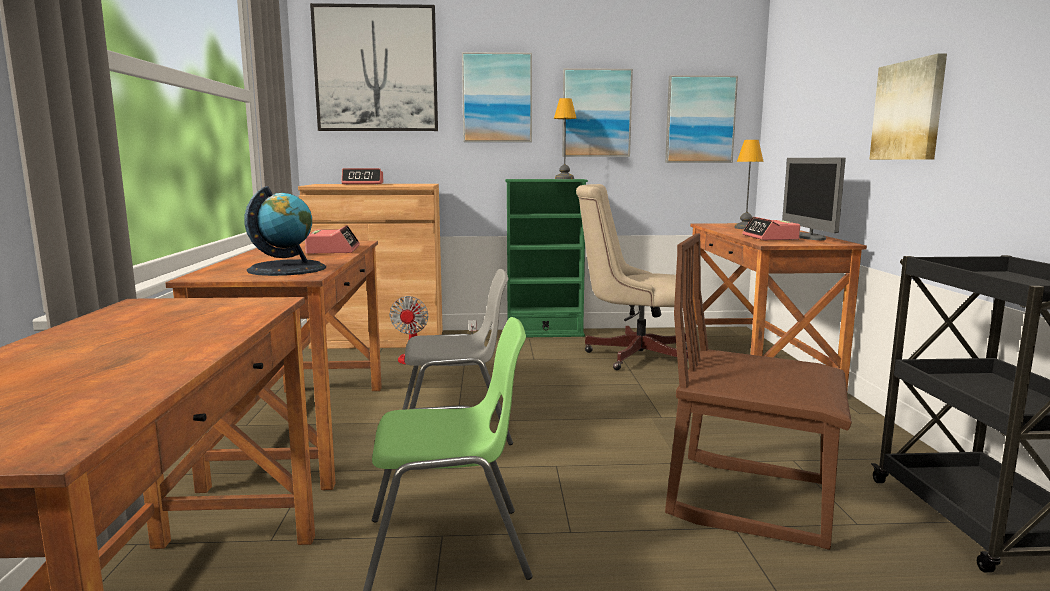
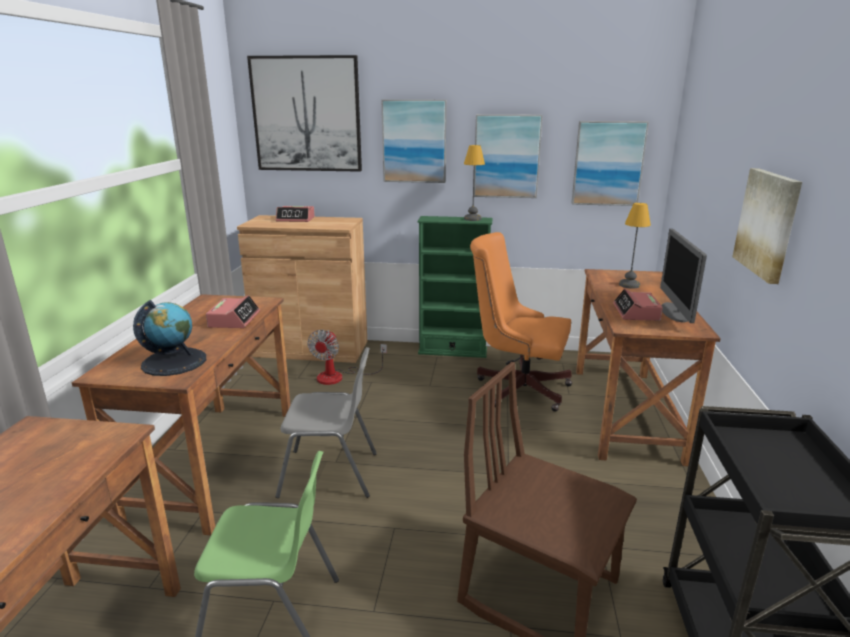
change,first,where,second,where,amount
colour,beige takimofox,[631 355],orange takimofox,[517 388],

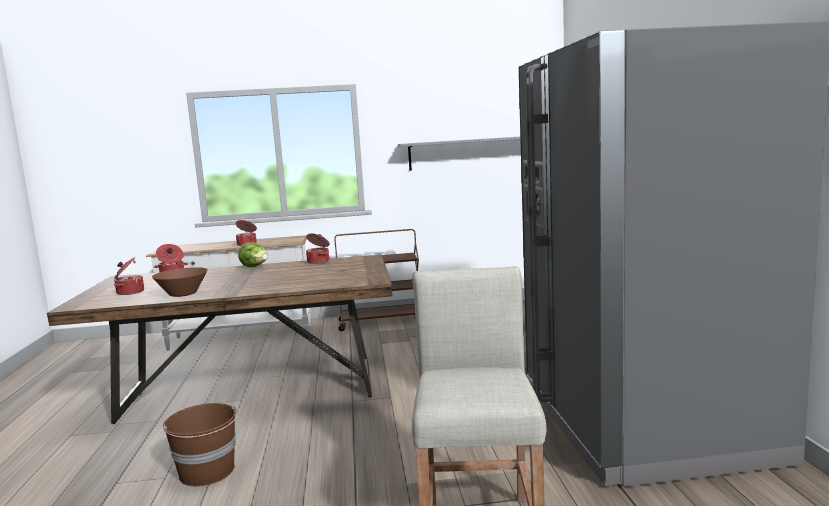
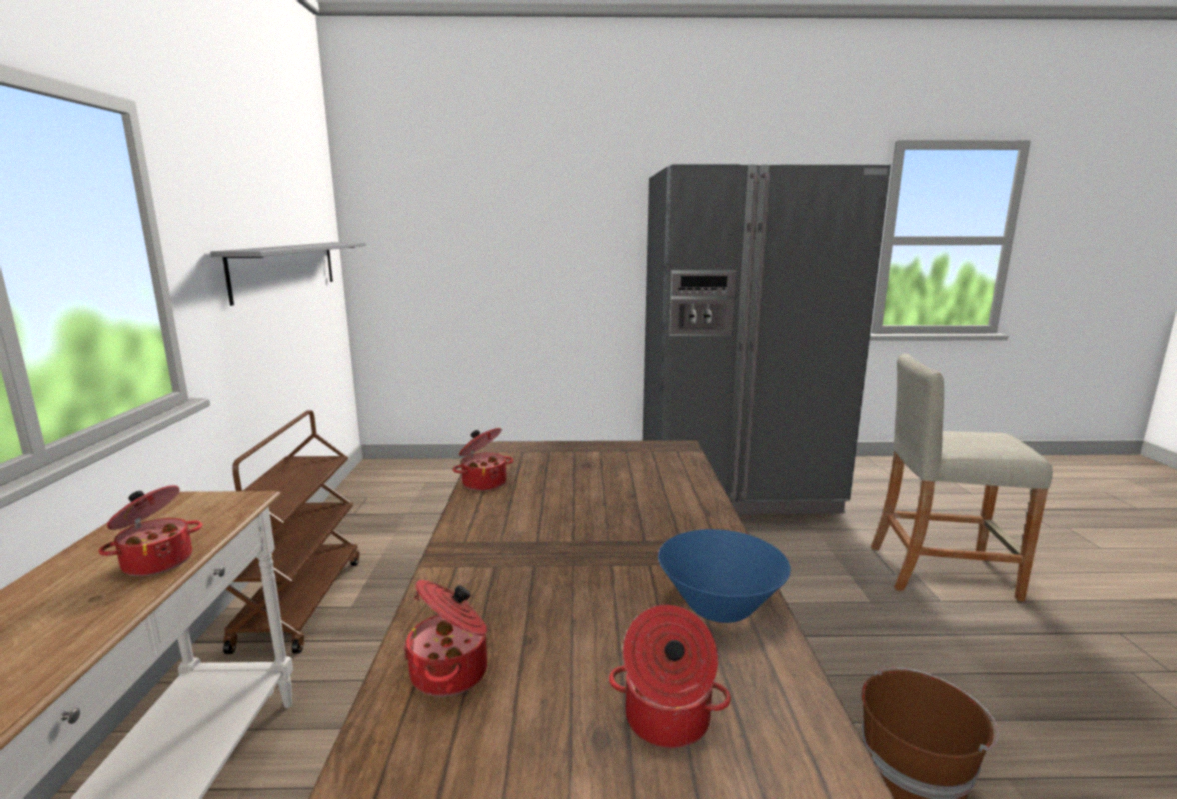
change,first,where,second,where,amount
colour,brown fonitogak,[182 294],blue fonitogak,[720 607],
missing,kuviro,[255 267],,,

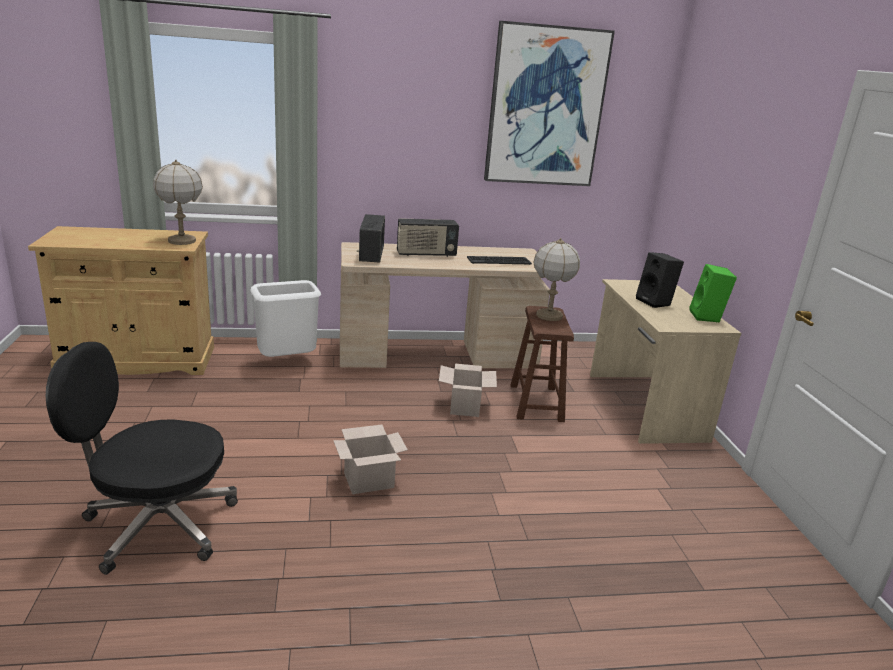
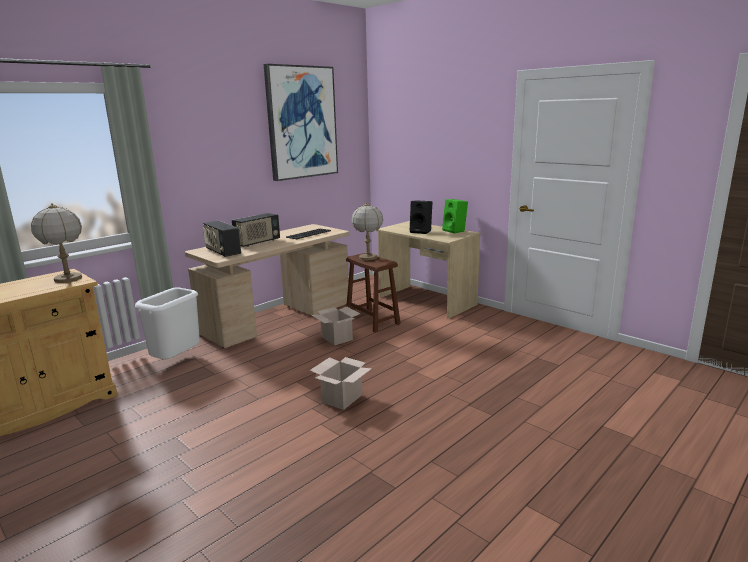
change,first,where,second,where,amount
missing,black takimofox,[157 525],,,

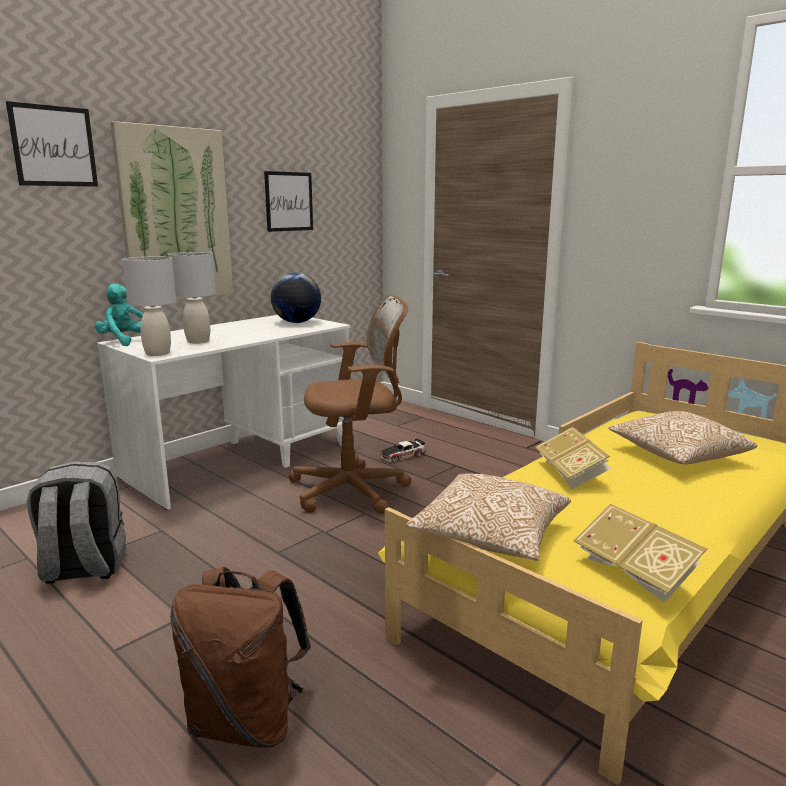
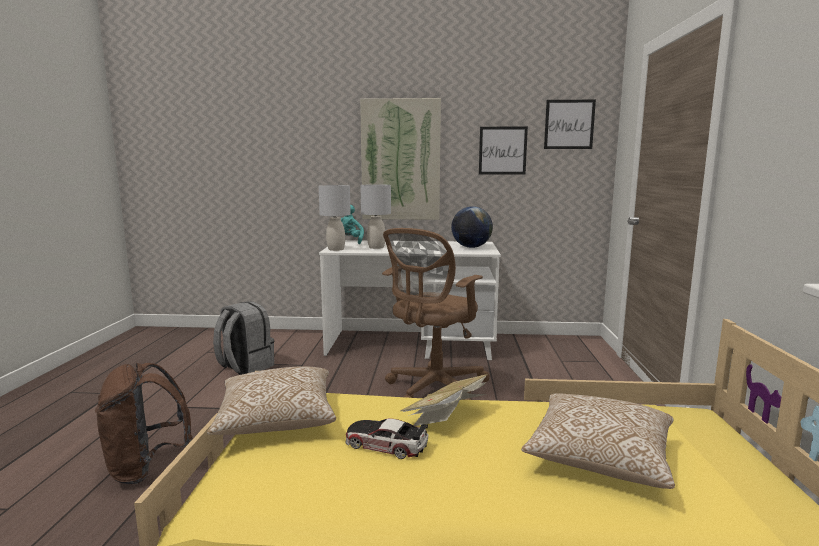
change,first,where,second,where,amount
relocated,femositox,[54 146],,[569 124],
spun,brown takimofox,[354 490],,[433 389],90 degrees clockwise
relocated,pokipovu,[402 456],,[386 444],
missing,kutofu,[635 573],,,

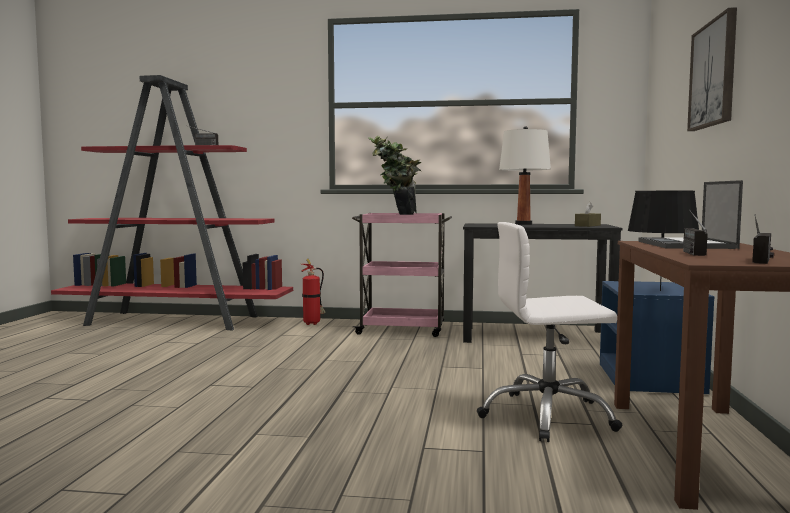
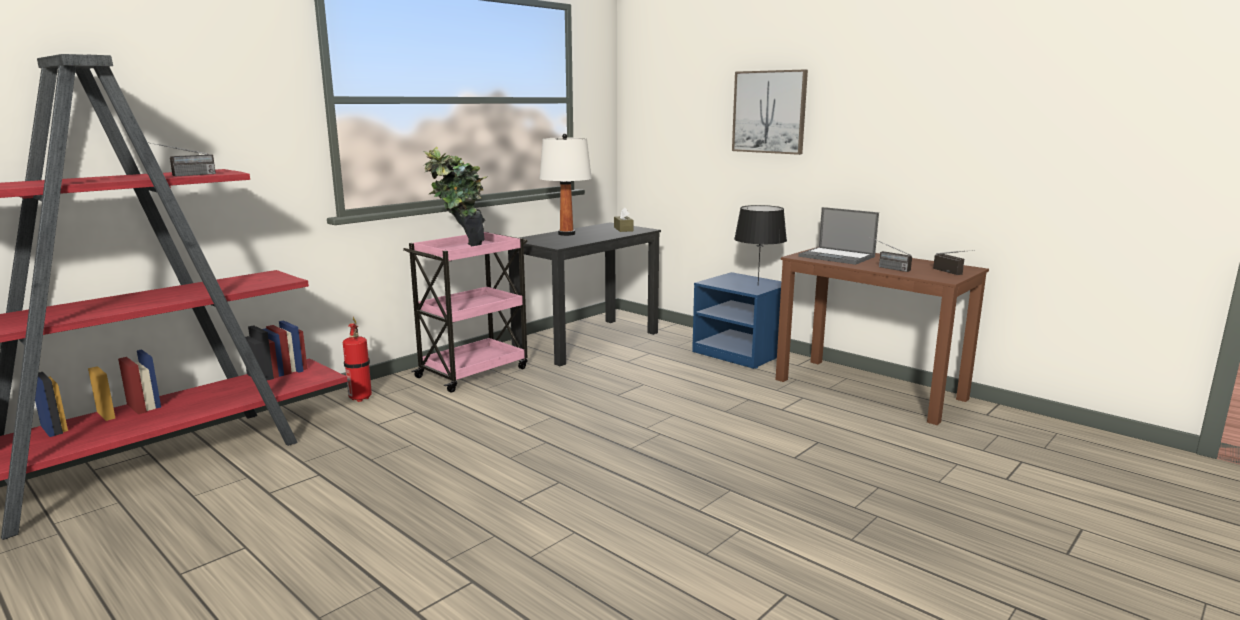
change,first,where,second,where,amount
missing,white takimofox,[547 416],,,

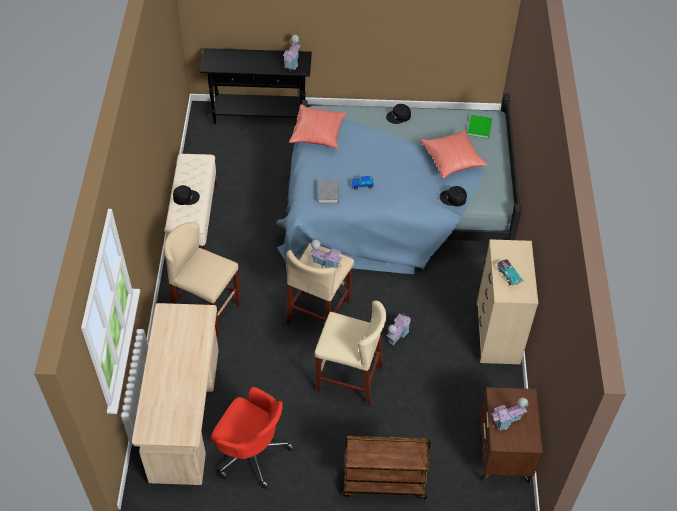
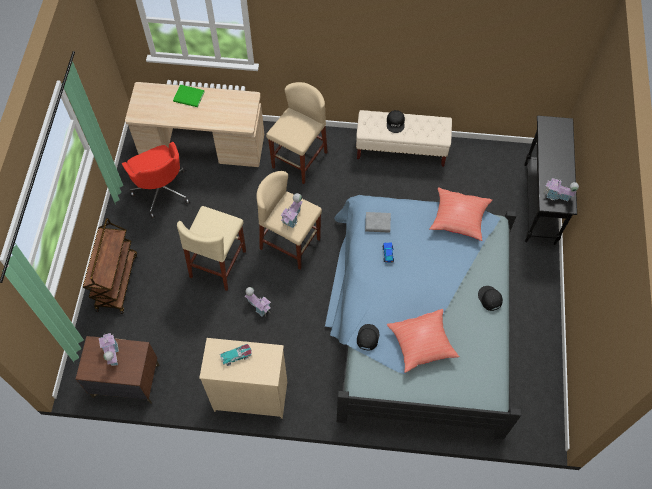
change,first,where,second,where,amount
spun,red takimofox,[251 452],,[161 190],60 degrees counterclockwise
relocated,green kutofu,[480 126],,[189 97],

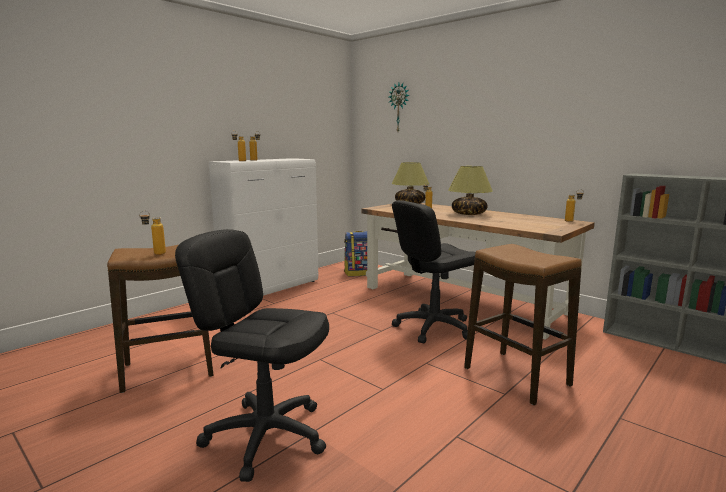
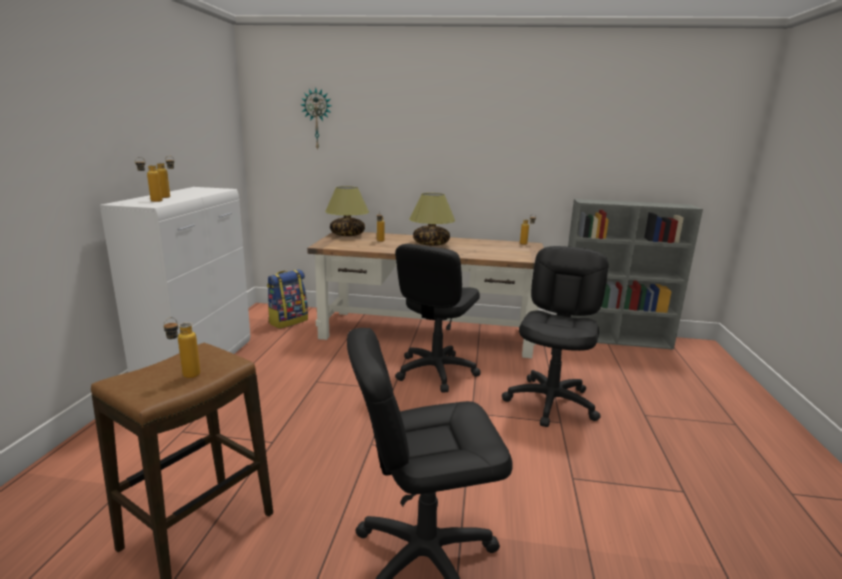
change,first,where,second,where,amount
exchanged,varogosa,[516 377],black takimofox,[551 402],

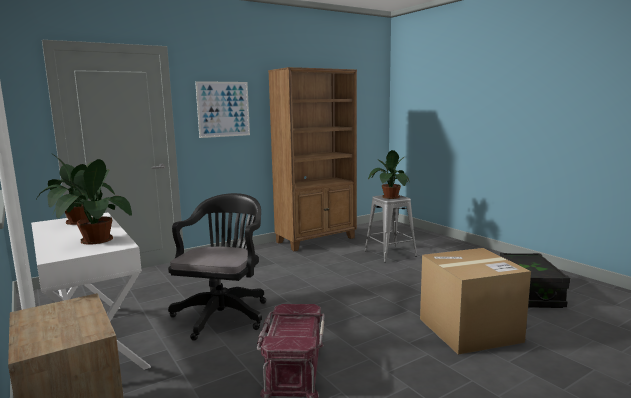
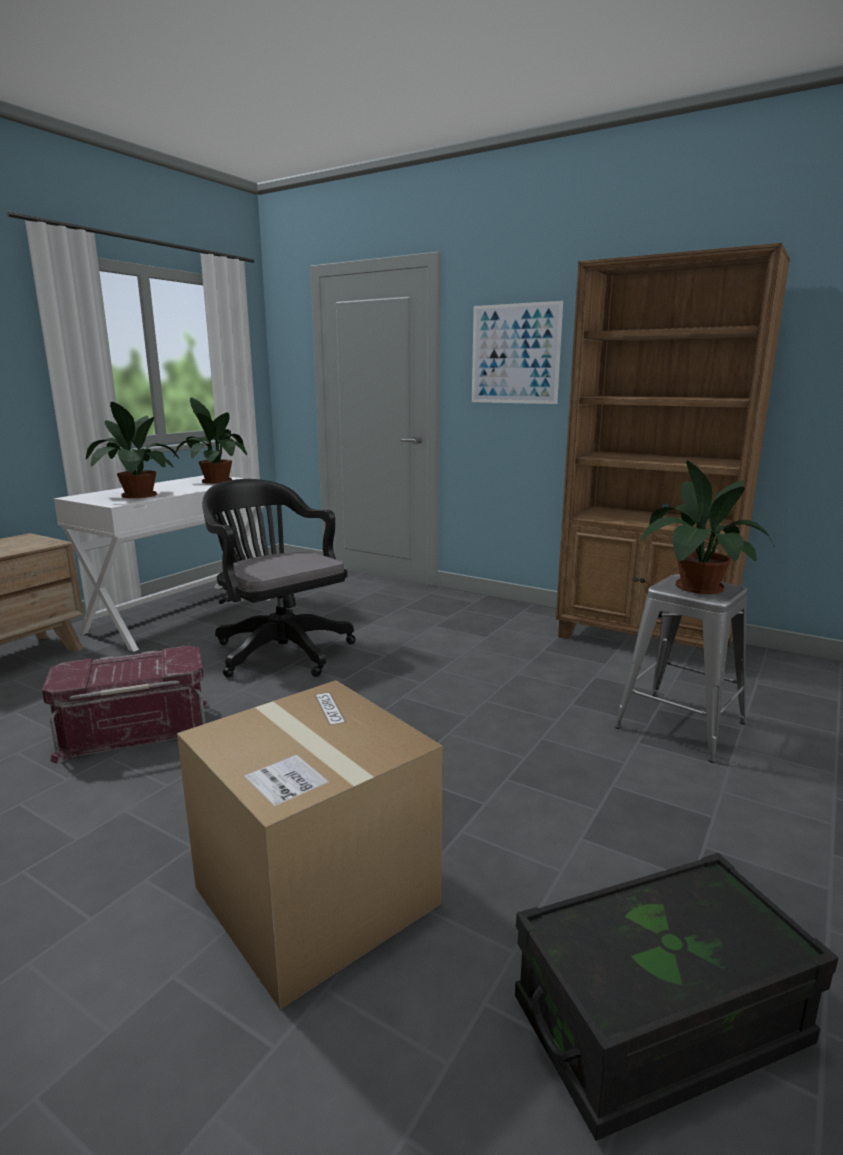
change,first,where,second,where,amount
spun,black takimofox,[223 313],,[279 650],120 degrees counterclockwise

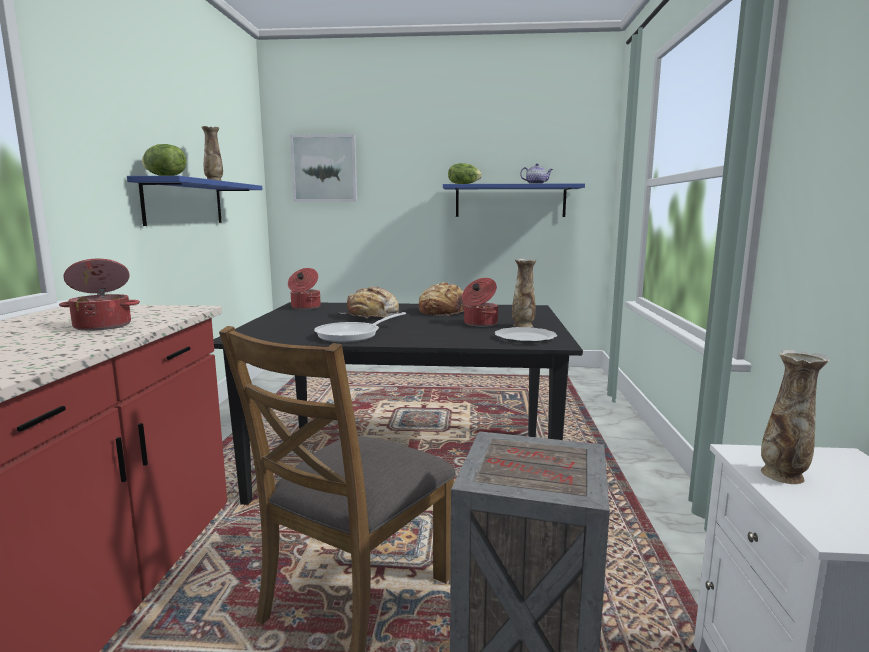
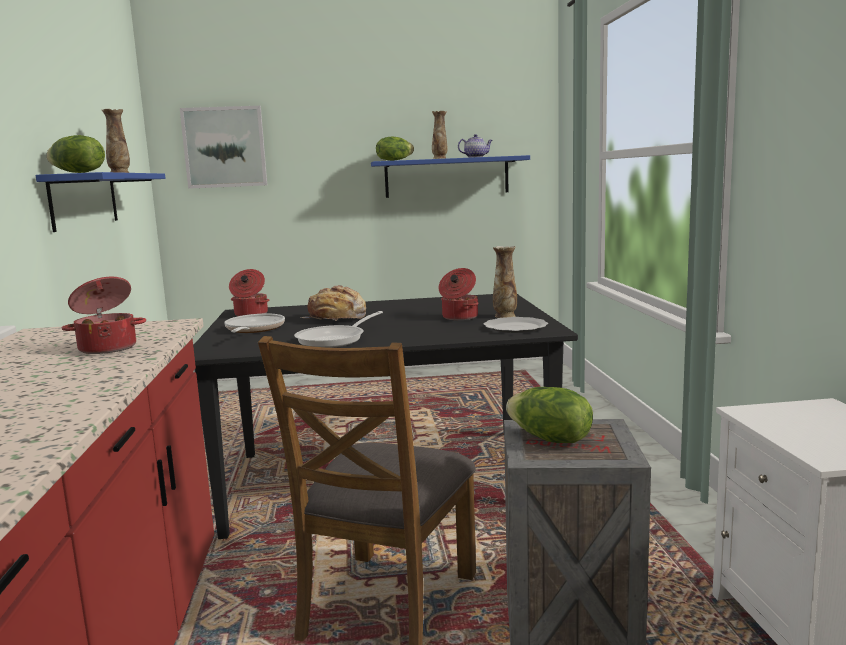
change,first,where,second,where,amount
missing,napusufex,[443 311],,,
relocated,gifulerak,[784 475],,[440 158],
appeared,,,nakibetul,[253 329],
appeared,,,kuviro,[549 439],

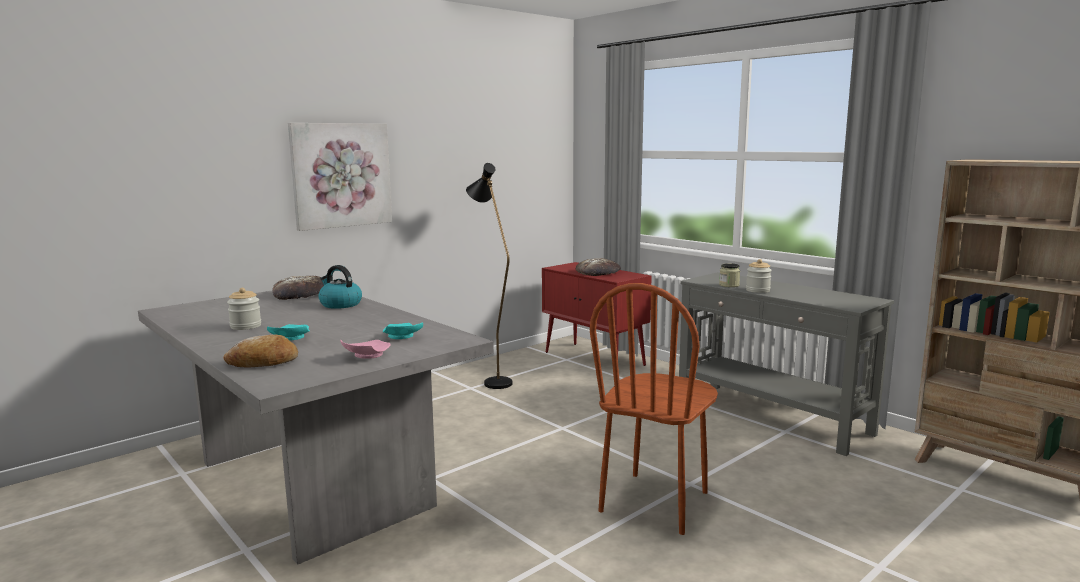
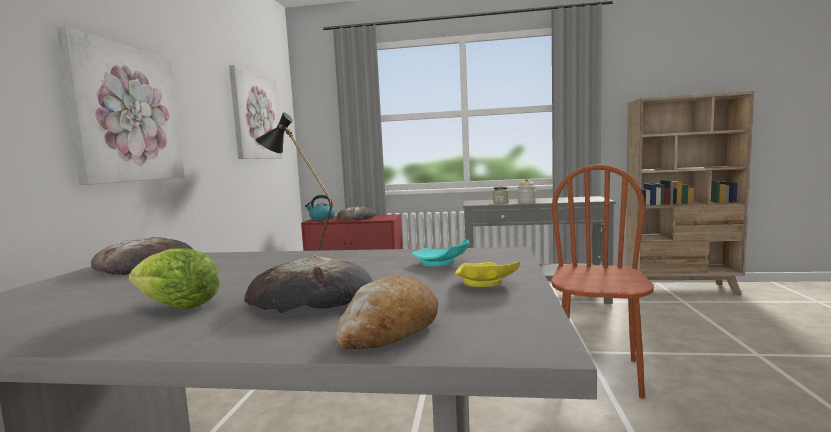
change,first,where,second,where,amount
exchanged,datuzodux,[246 326],kuviro,[177 307],
exchanged,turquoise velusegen,[290 338],napusufex,[312 298],
relocated,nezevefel,[340 304],,[321 219],
colour,pink velusegen,[366 356],yellow velusegen,[483 284],
spun,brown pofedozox,[655 502],,[598 373],150 degrees counterclockwise
appeared,,,femositox,[255 116],

